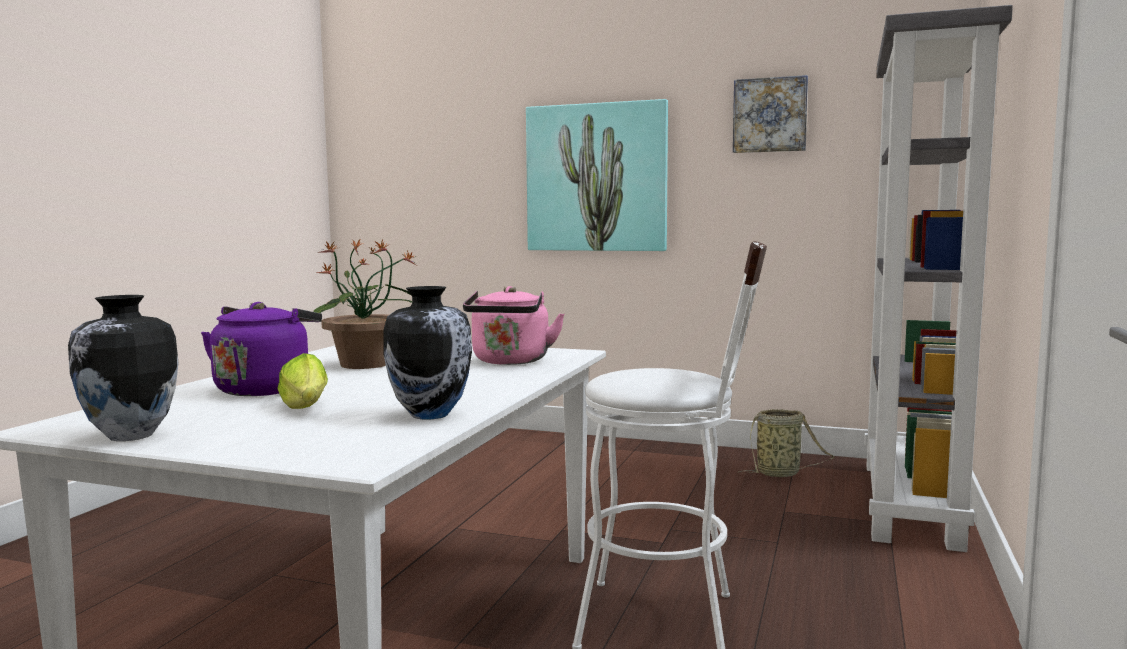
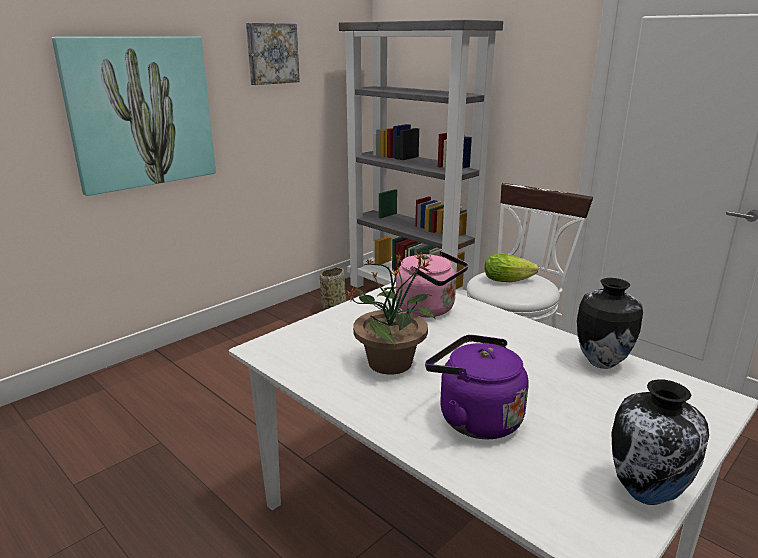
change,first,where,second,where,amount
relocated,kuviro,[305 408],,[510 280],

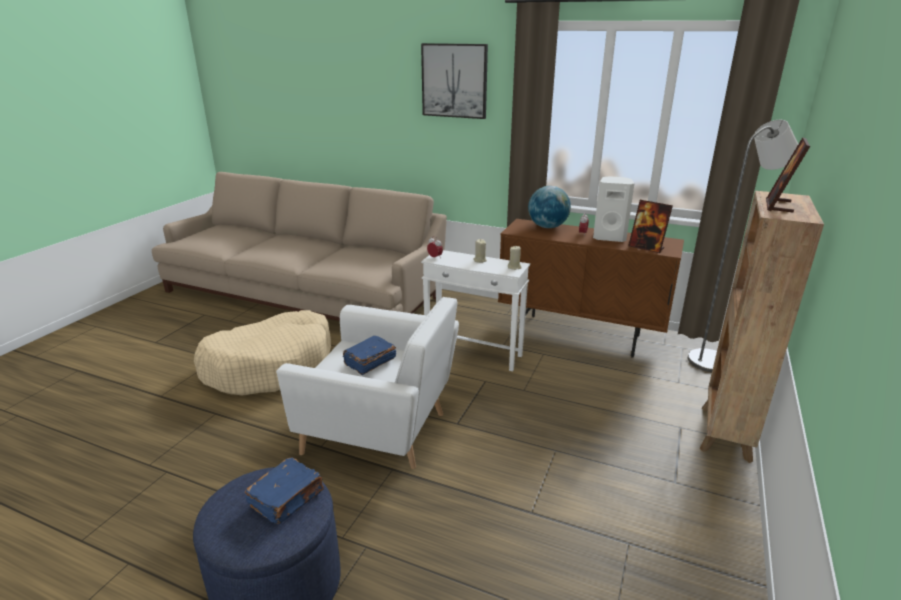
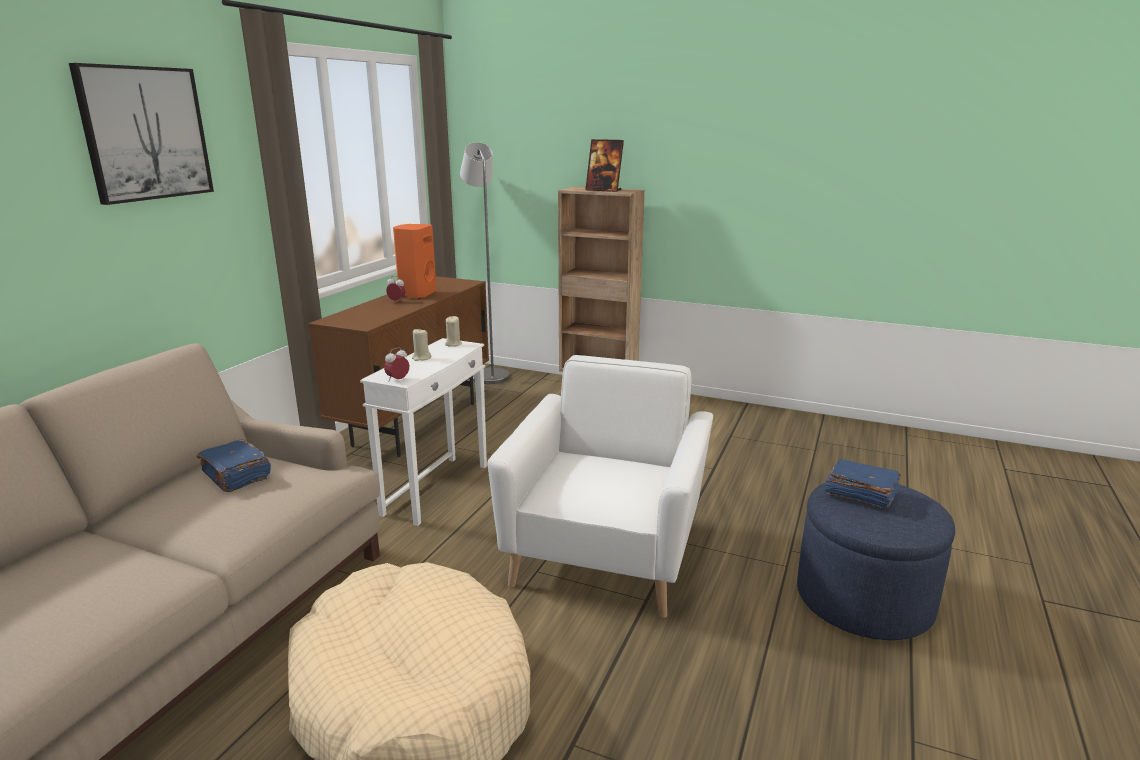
change,first,where,second,where,amount
relocated,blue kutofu,[369 362],,[236 476],
missing,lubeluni,[547 227],,,
colour,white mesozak,[609 237],orange mesozak,[416 294],
missing,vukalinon,[646 248],,,

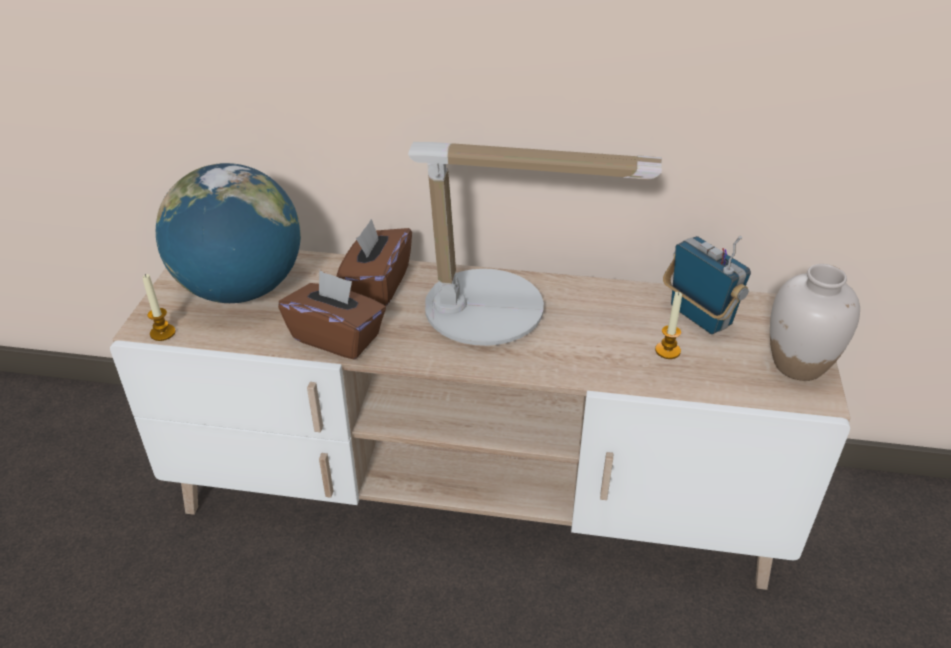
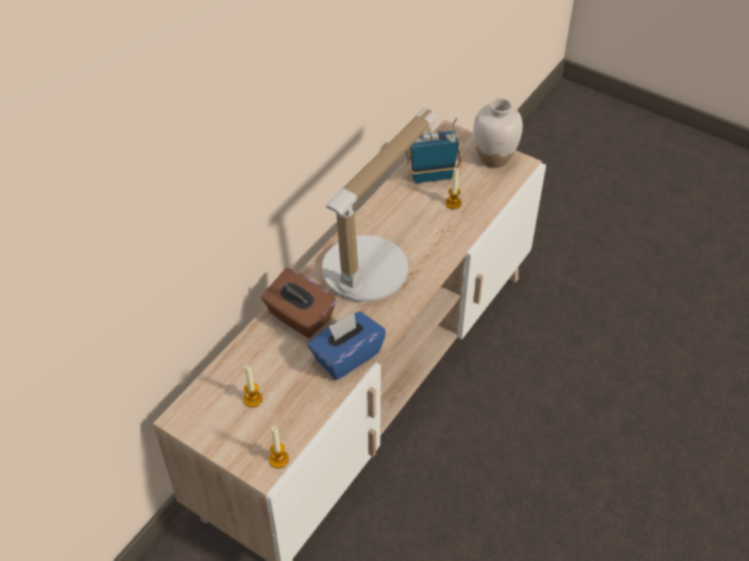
change,first,where,second,where,amount
exchanged,lubeluni,[241 289],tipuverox,[253 399],
colour,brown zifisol,[337 337],blue zifisol,[346 356],

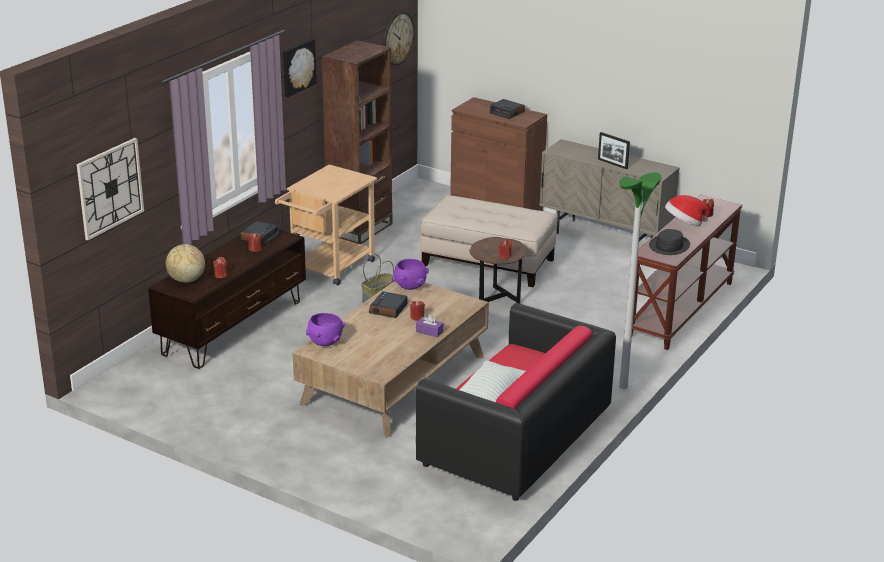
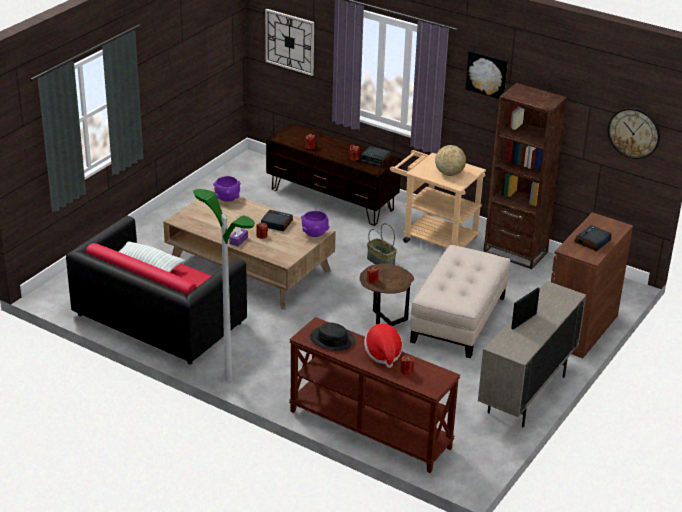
change,first,where,second,where,amount
relocated,lubeluni,[186 280],,[449 173],

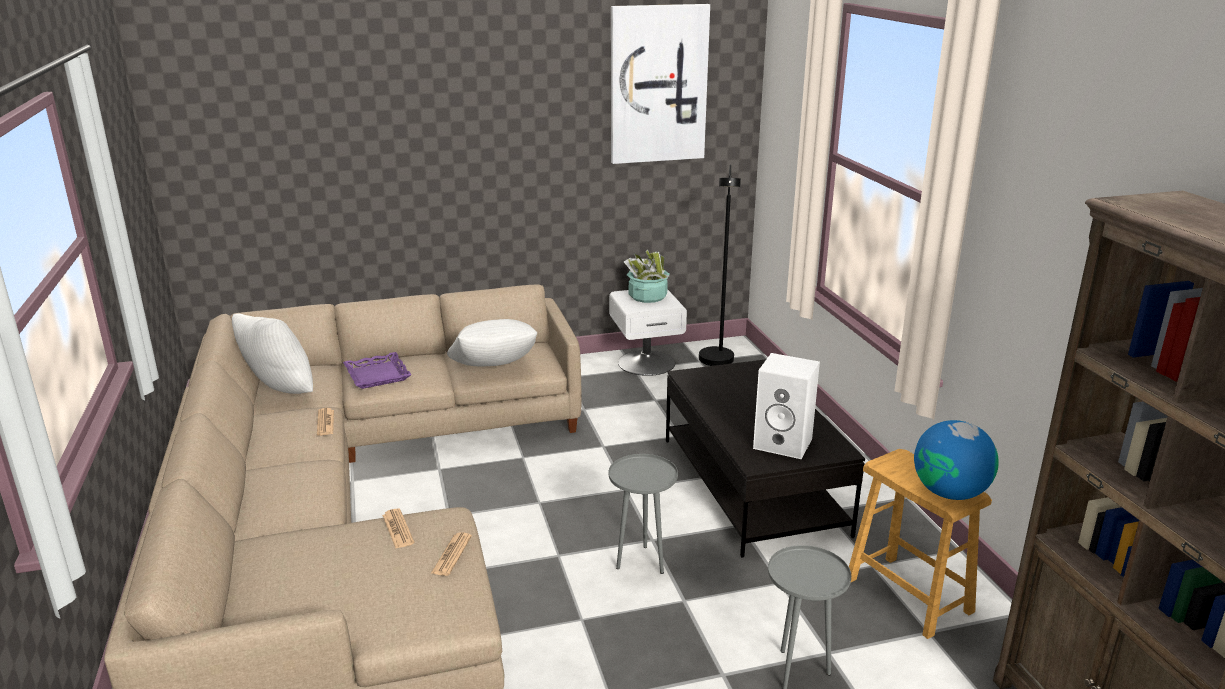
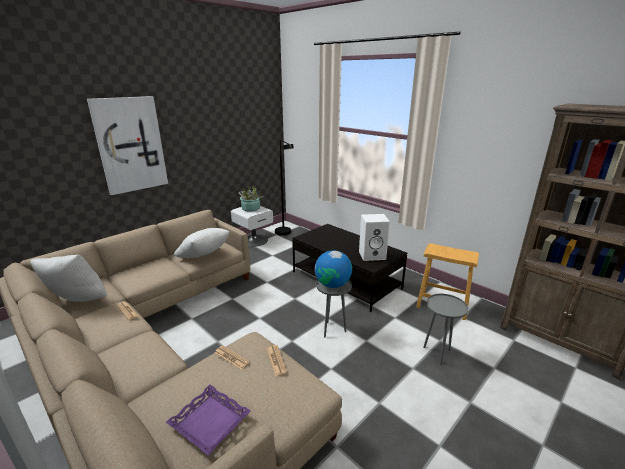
change,first,where,second,where,amount
relocated,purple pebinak,[378 375],,[210 421],
relocated,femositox,[658 84],,[130 145],
relocated,lubeluni,[950 492],,[333 284],

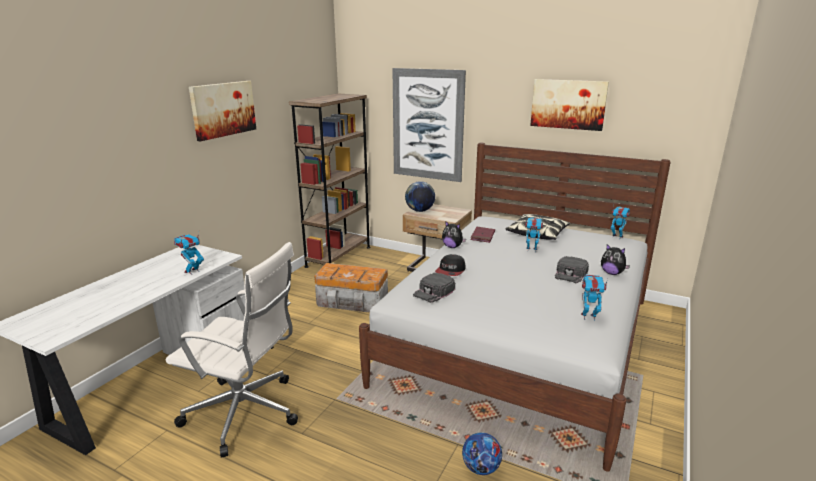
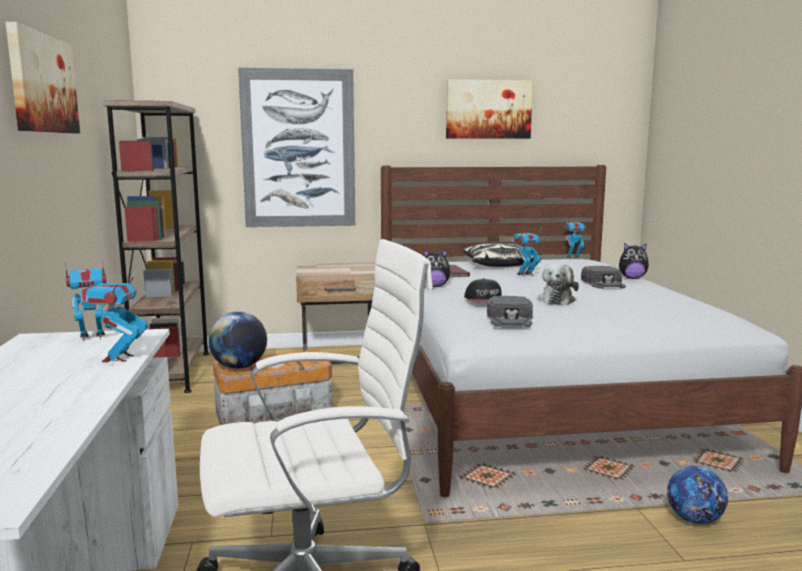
change,first,where,second,where,amount
relocated,lubeluni,[420 210],,[239 367],
relocated,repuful,[588 317],,[92 337],
appeared,,,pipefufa,[556 299],

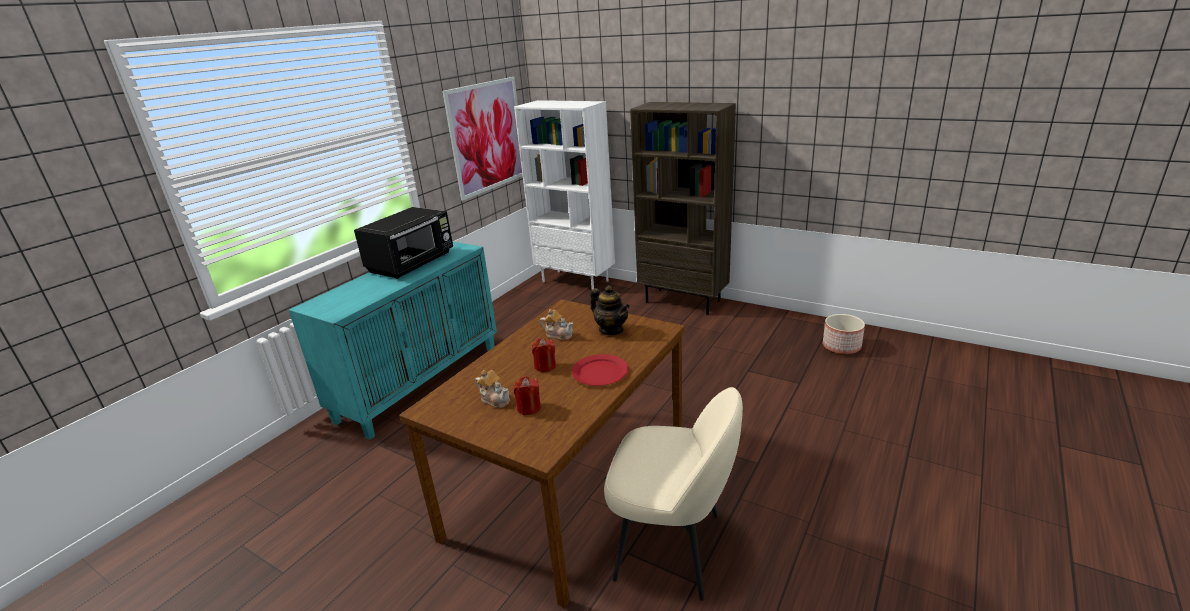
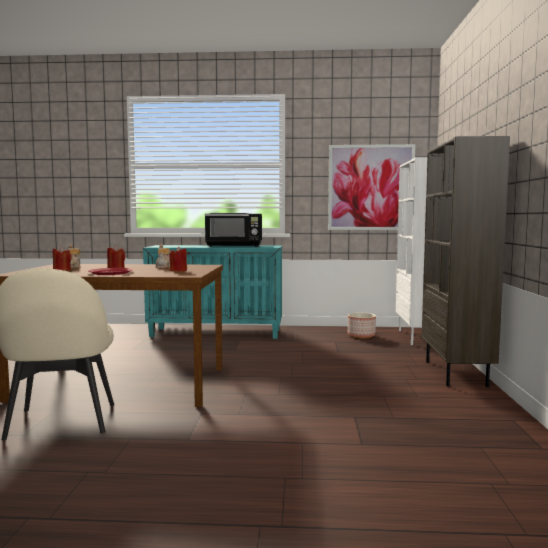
change,first,where,second,where,amount
exchanged,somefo,[611 330],red tipuverox,[178 271],
relocated,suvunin,[841 346],,[361 335],

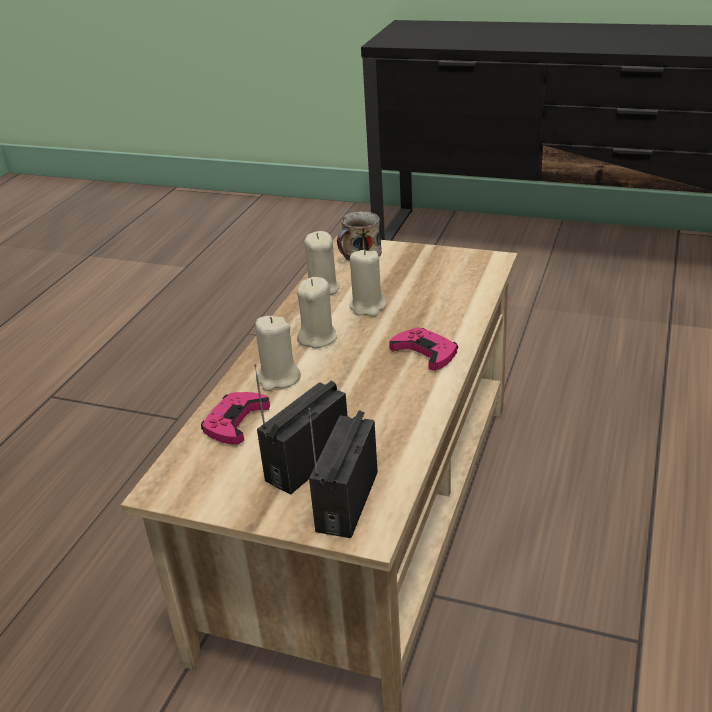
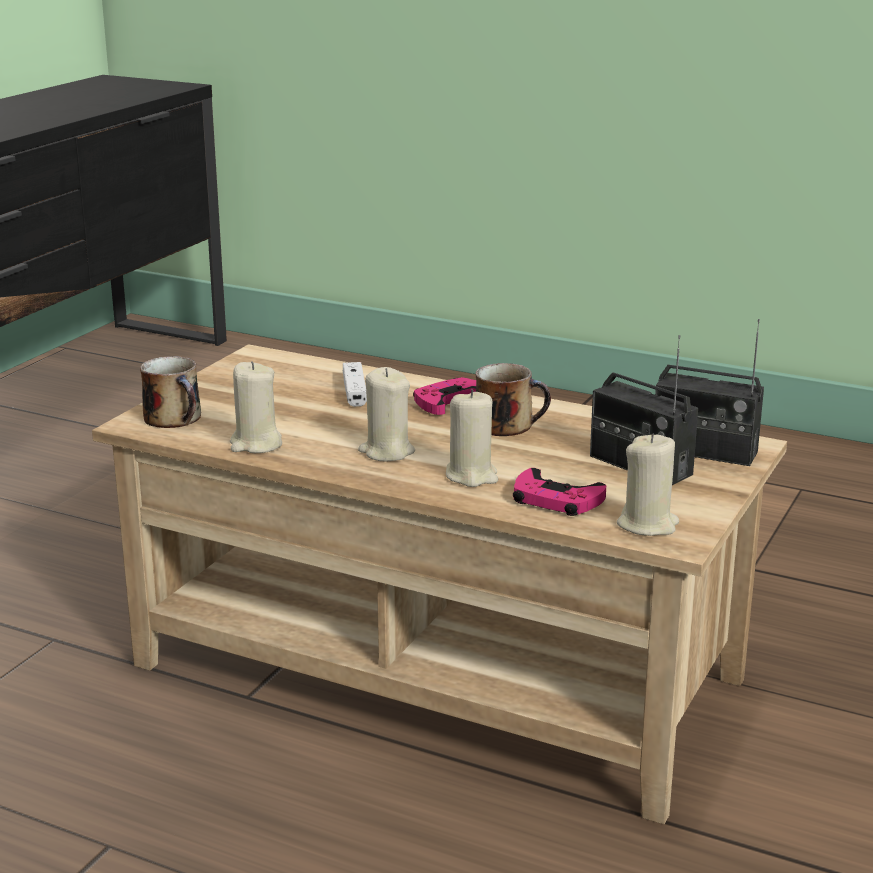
change,first,where,second,where,amount
relocated,beige tipuverox,[368 307],,[648 524],
appeared,,,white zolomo,[354 392],
appeared,,,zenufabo,[507 425],

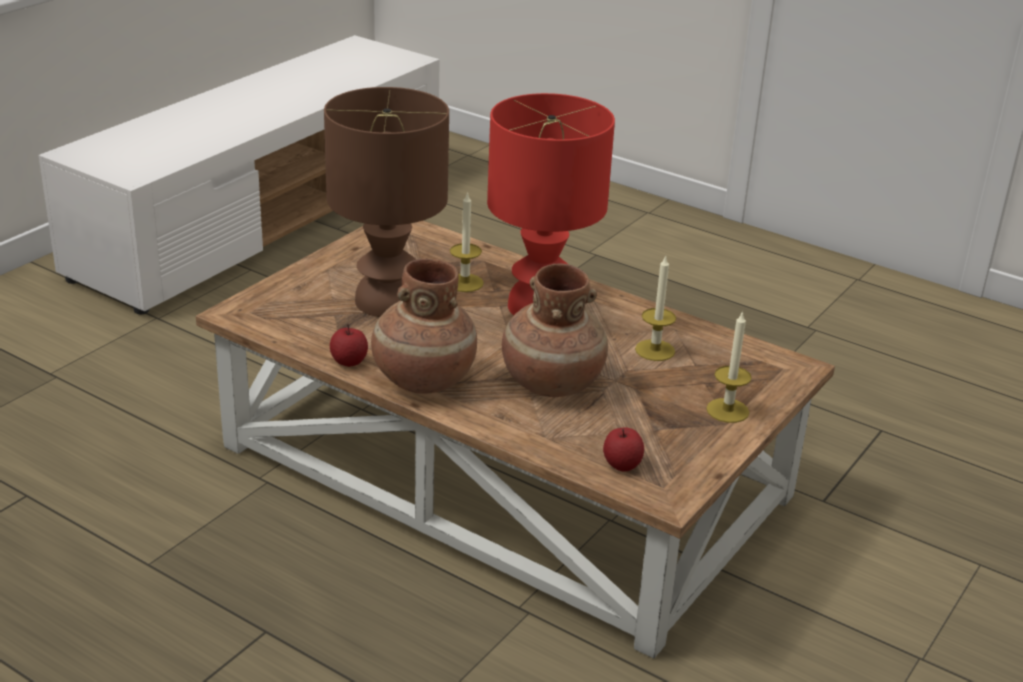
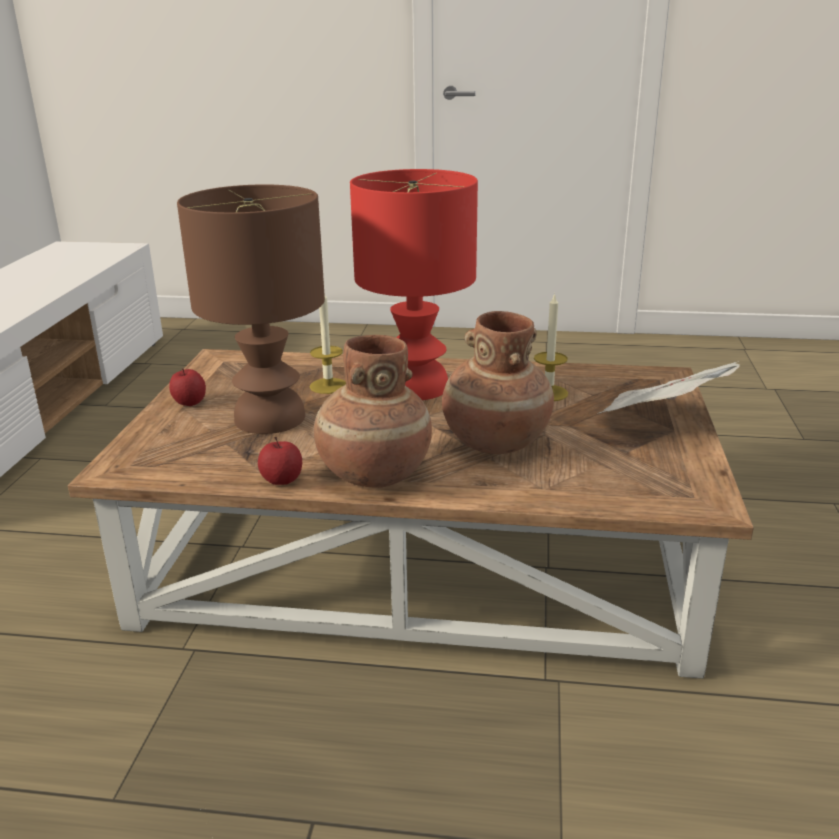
change,first,where,second,where,amount
relocated,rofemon,[622 464],,[190 402],
exchanged,tipuverox,[727 410],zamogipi,[661 420],

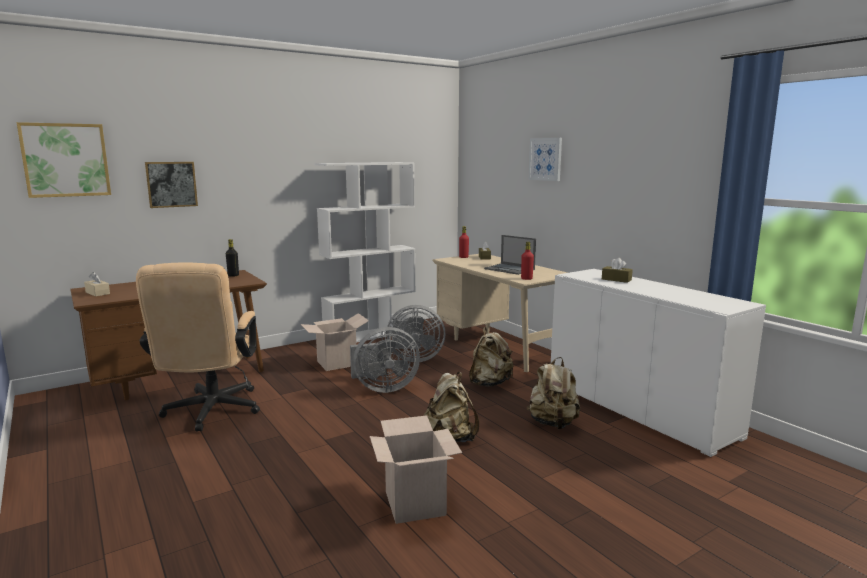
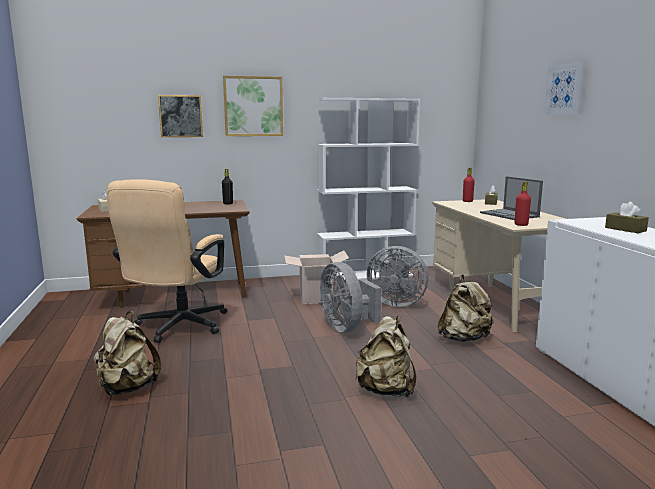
change,first,where,second,where,amount
relocated,femositox,[66 160],,[253 106],
spun,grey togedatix,[383 388],,[347 327],60 degrees clockwise
missing,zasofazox,[415 503],,,
relocated,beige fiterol,[553 423],,[127 388],

